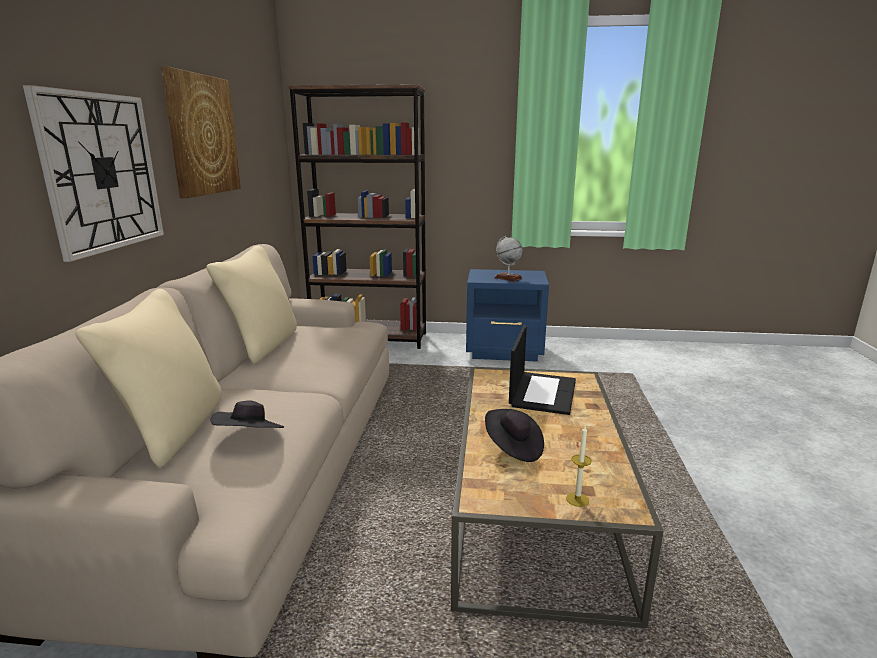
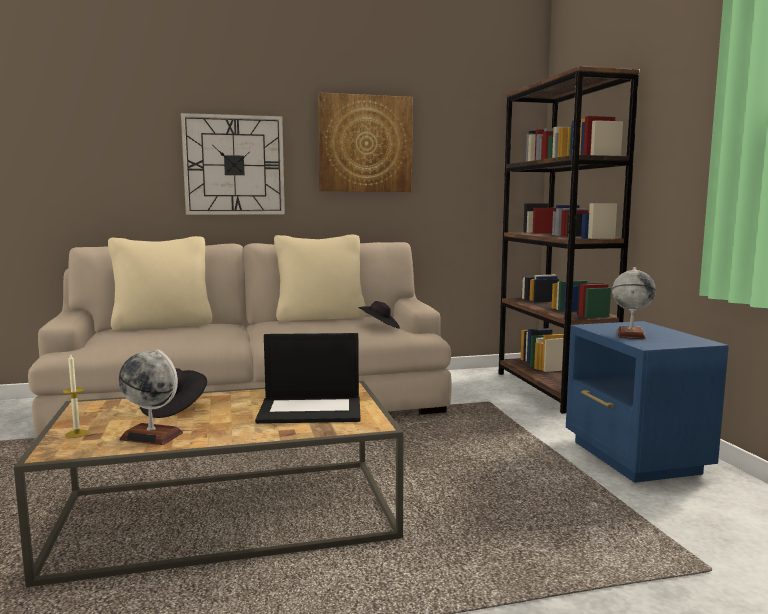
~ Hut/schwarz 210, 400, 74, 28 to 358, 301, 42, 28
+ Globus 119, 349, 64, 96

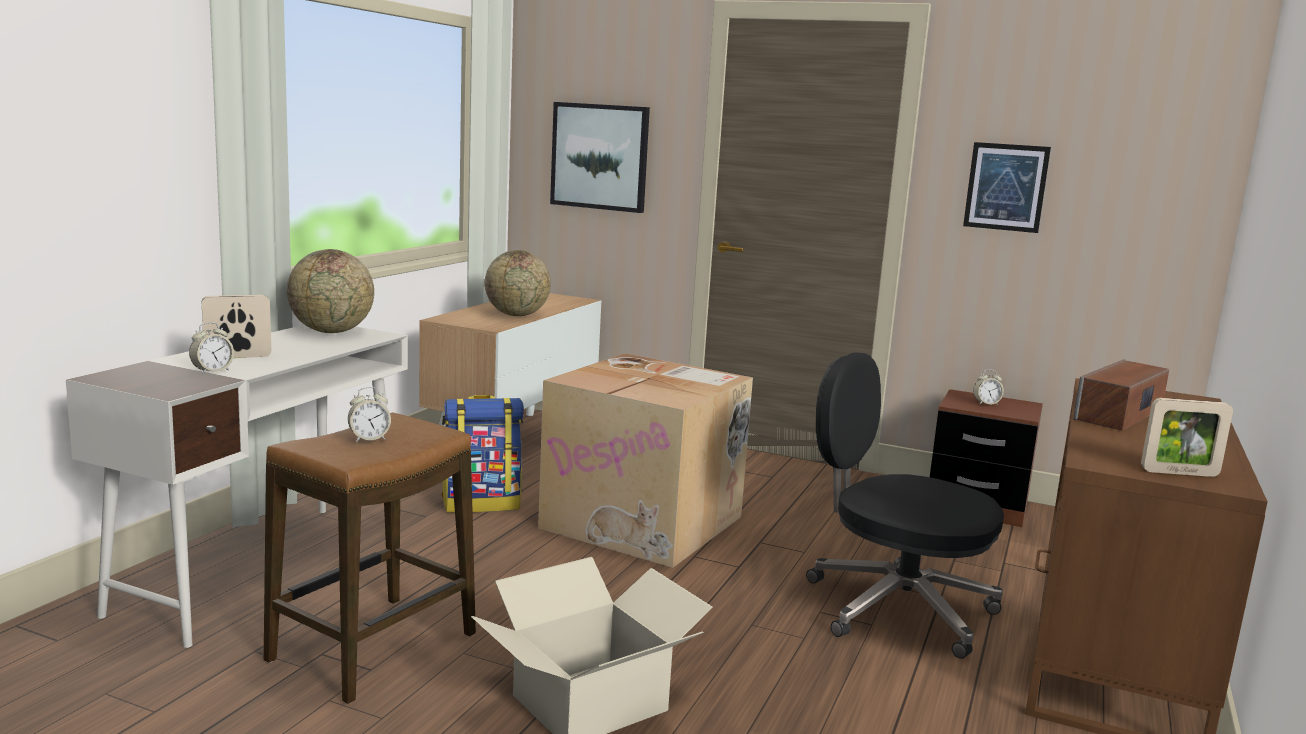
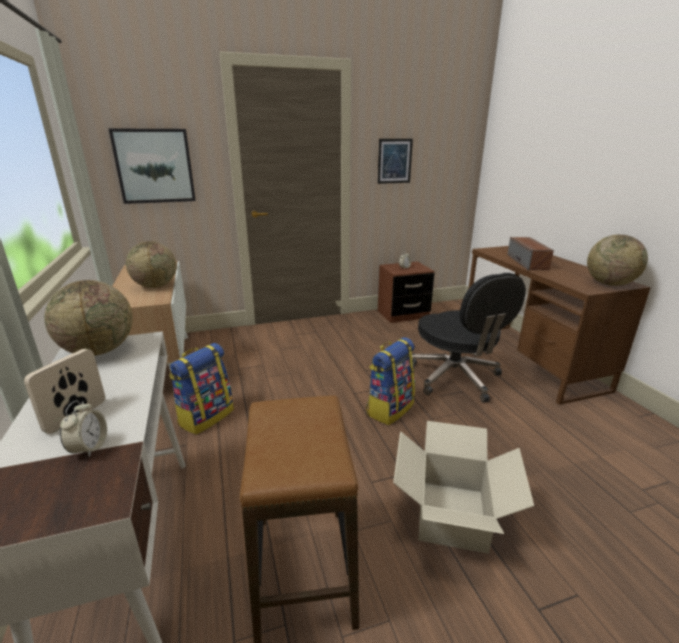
- Wecker 348, 387, 43, 55
- Karton 538, 353, 215, 215
~ Bürostuhl/schwarz 806, 353, 198, 306 = 412, 273, 114, 129 105 degrees counterclockwise
~ Bilderrahmen 1141, 398, 92, 79 to Globus 587, 234, 61, 52
+ Rucksack 366, 337, 49, 88

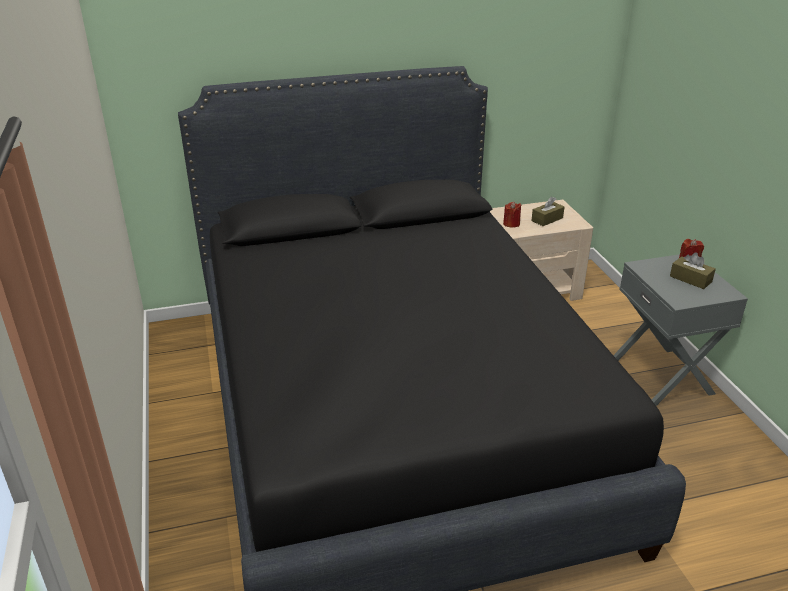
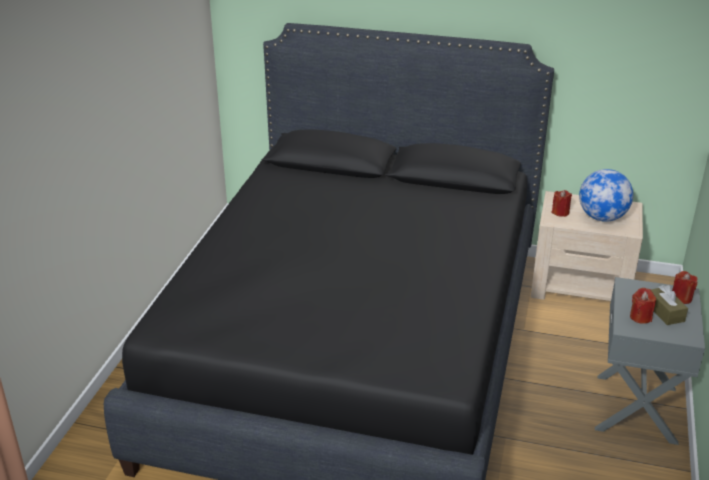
~ Taschentuchbox/braun 531, 197, 33, 29 to Globus 579, 169, 54, 53
+ Kerze/rot 630, 288, 26, 36

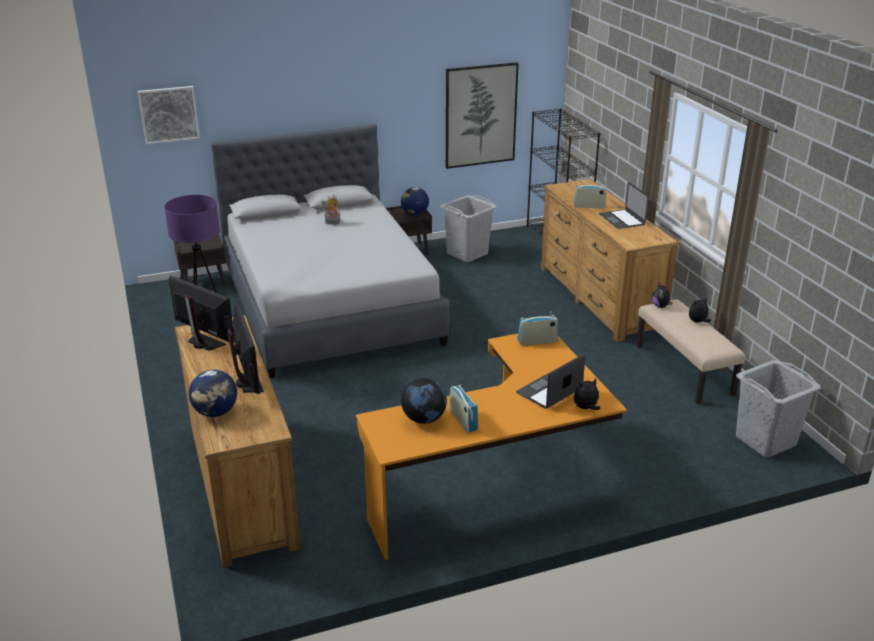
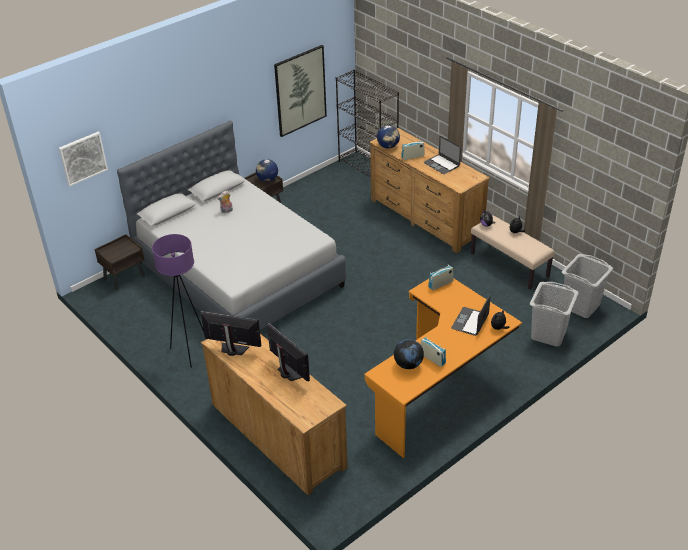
~ Globus 189, 370, 48, 47 to 377, 125, 23, 23
~ Wäschekorb/grau 440, 195, 57, 67 to 530, 282, 49, 65

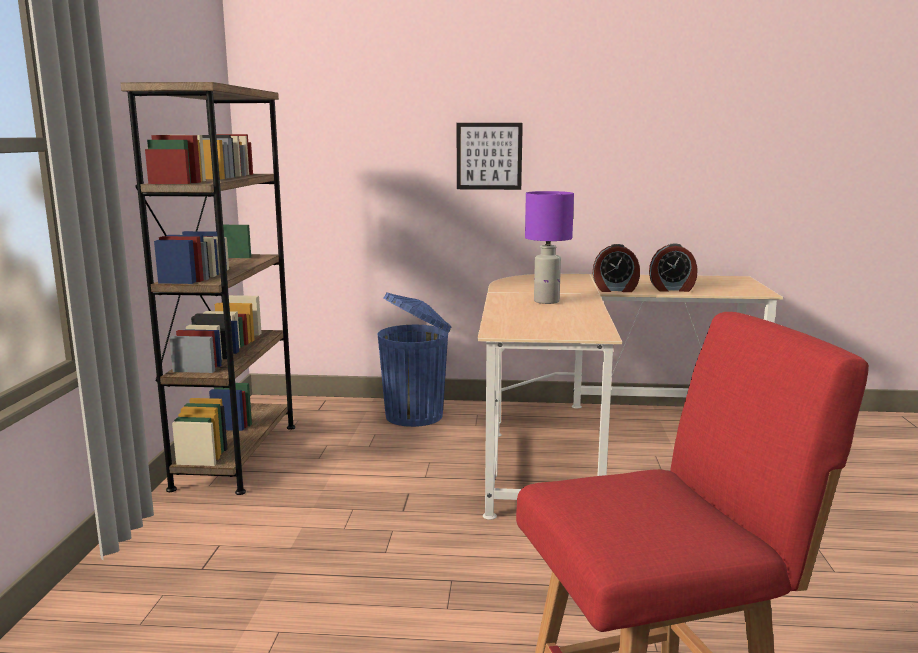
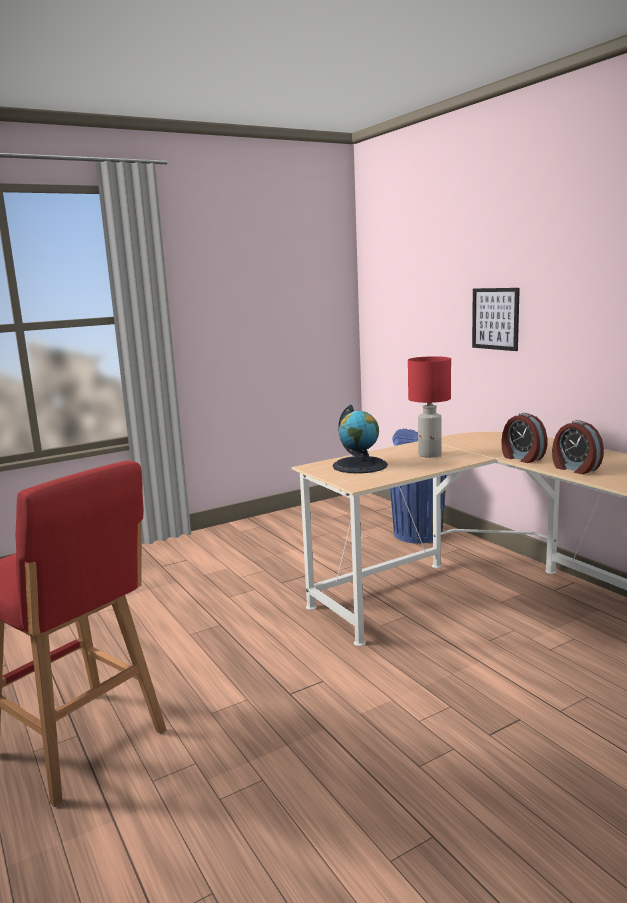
- Bücherregal/braun 121, 82, 174, 413
~ Tischlampe/lila 525, 191, 49, 113 to Tischlampe/rot 408, 356, 43, 102
+ Globus 333, 405, 55, 69

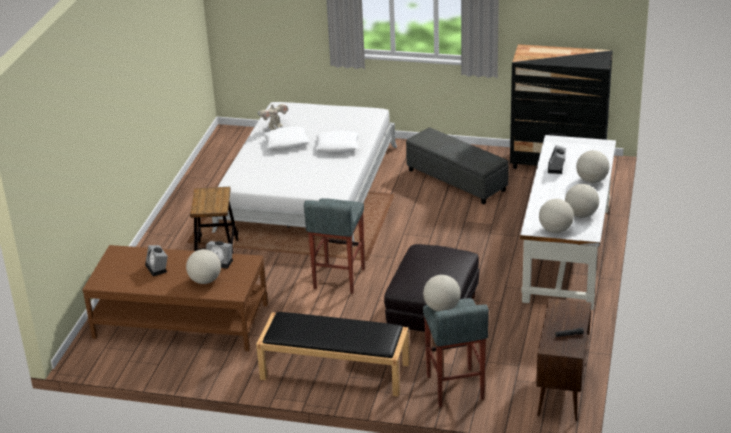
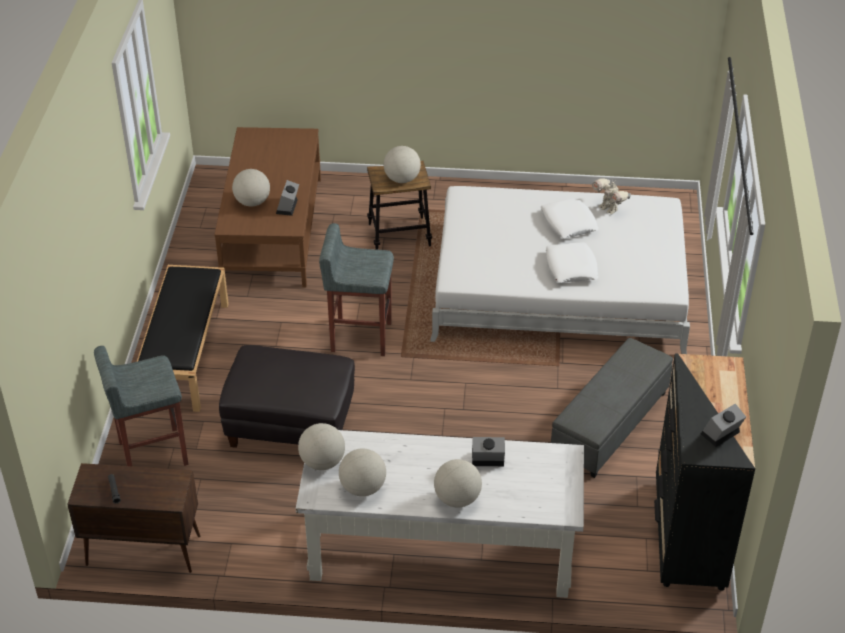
~ Wecker 145, 245, 23, 31 to 701, 404, 45, 43
~ Globus 423, 275, 38, 37 to 383, 146, 38, 37

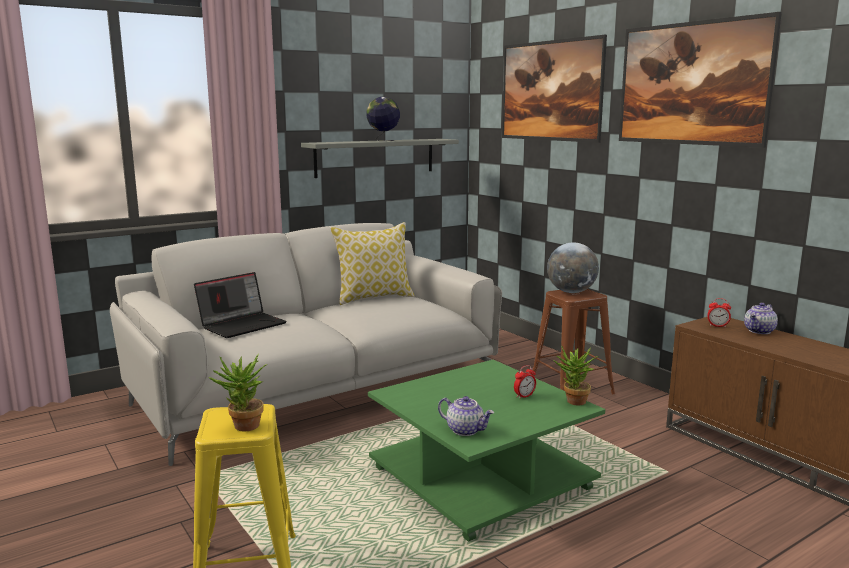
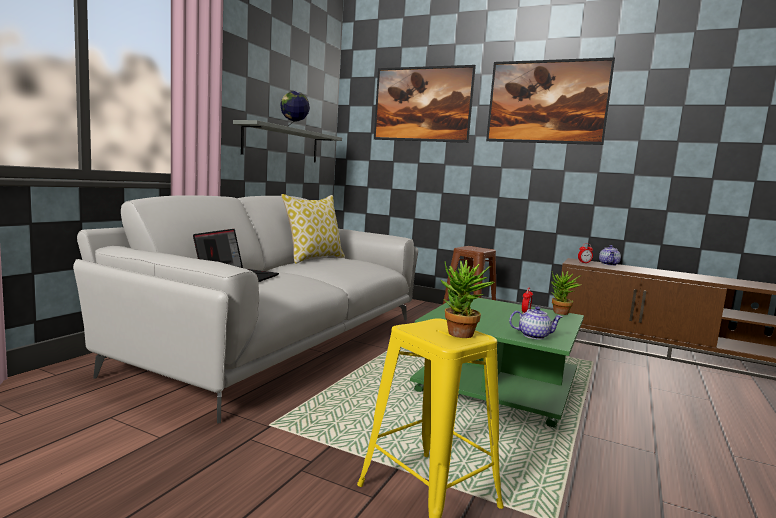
- Globus 547, 242, 52, 51

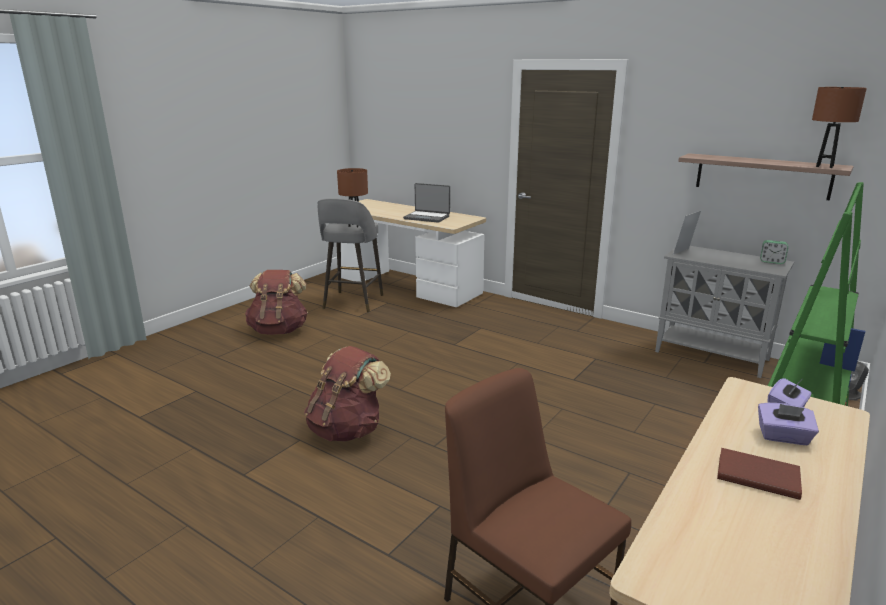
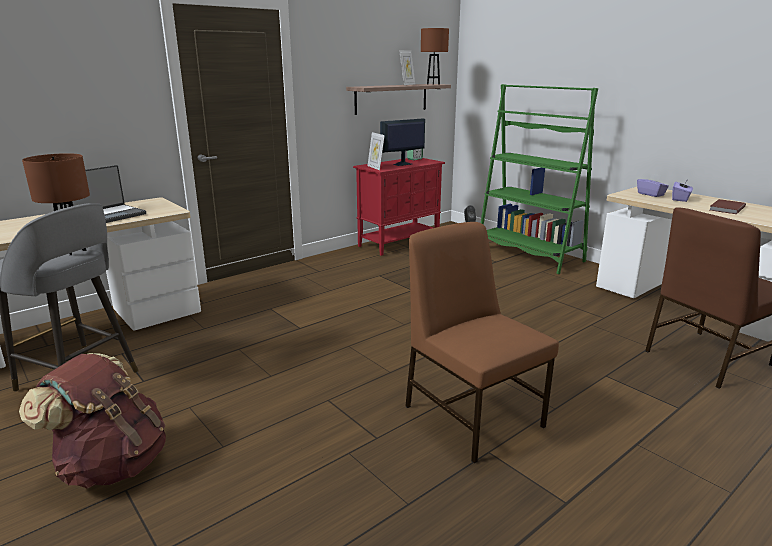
~ Rucksack/braun 304, 346, 87, 95 to Stuhl/braun 406, 222, 153, 241
~ Schrank/grau 655, 246, 139, 132 to Schrank/rot 353, 158, 92, 98
+ Monitor 380, 119, 45, 47
+ Bilderrahmen 399, 50, 16, 35

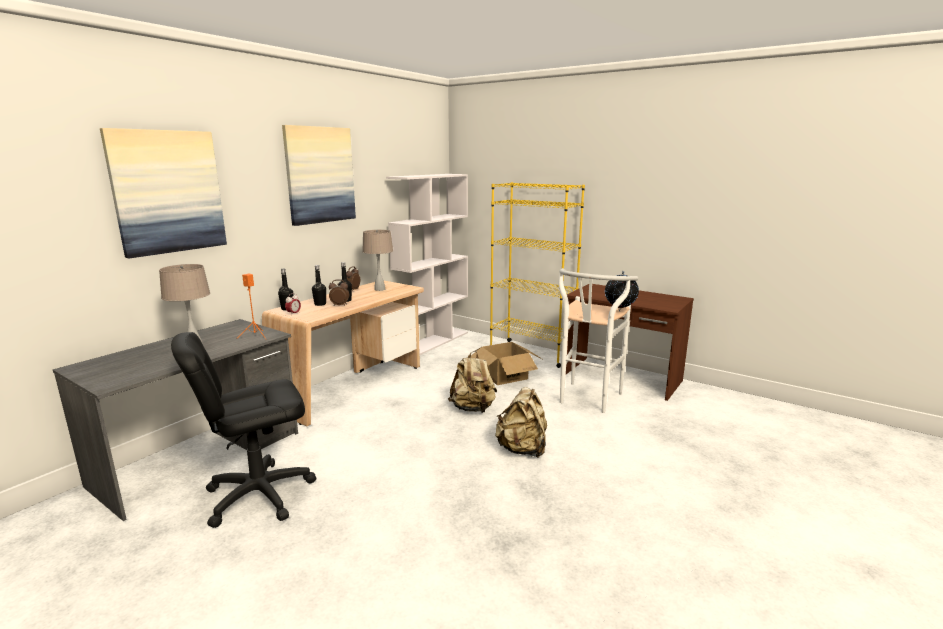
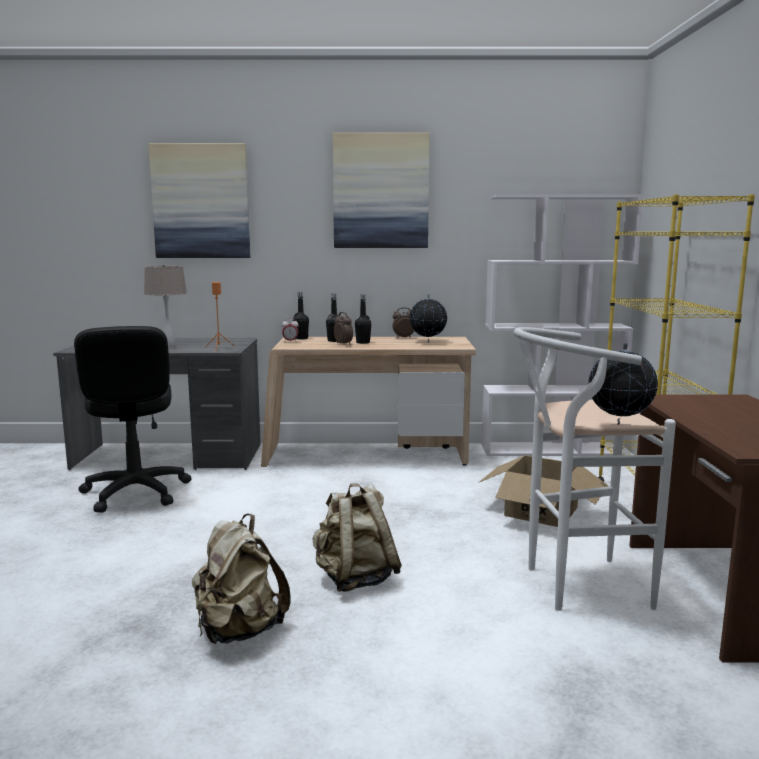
~ Bürostuhl/schwarz 171, 332, 145, 196 = 74, 326, 117, 187 135 degrees counterclockwise
~ Tischlampe/beige 362, 230, 31, 61 to Globus 409, 294, 38, 48
~ Rucksack/beige 448, 351, 49, 62 to 192, 514, 99, 130

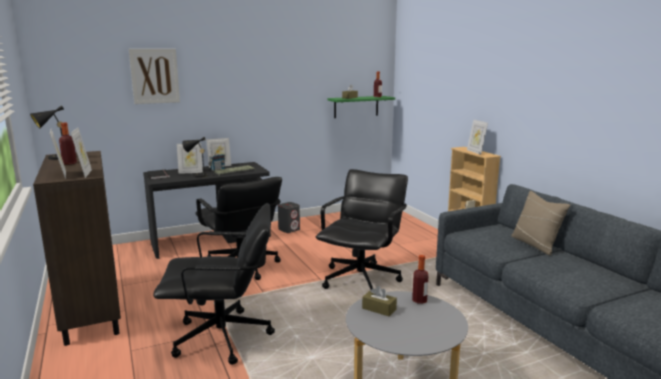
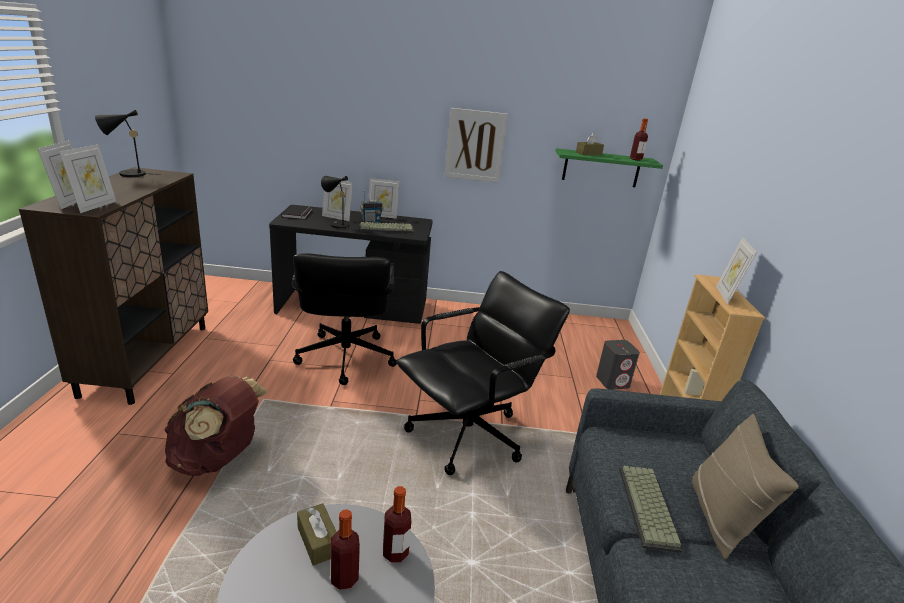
~ Flasche 59, 123, 18, 42 to 331, 509, 29, 81
~ Bild 129, 49, 51, 55 to 445, 108, 63, 75
~ Bürostuhl/schwarz 153, 203, 122, 162 to Rucksack/braun 165, 376, 103, 100
~ Lautsprecher/grau 278, 202, 22, 31 to 596, 340, 44, 50
+ Tastatur 619, 466, 64, 87

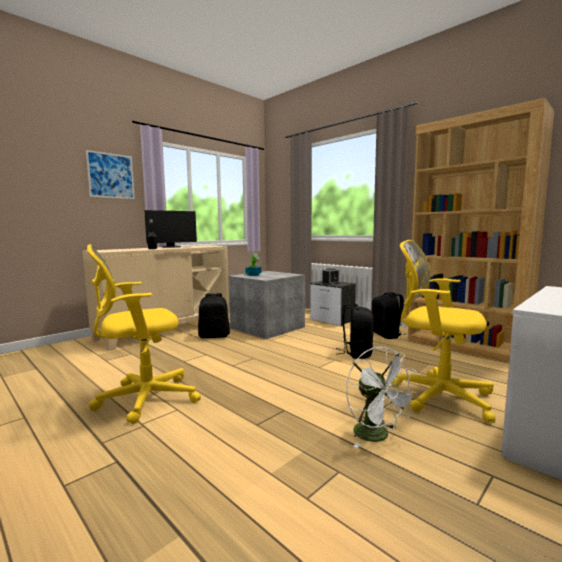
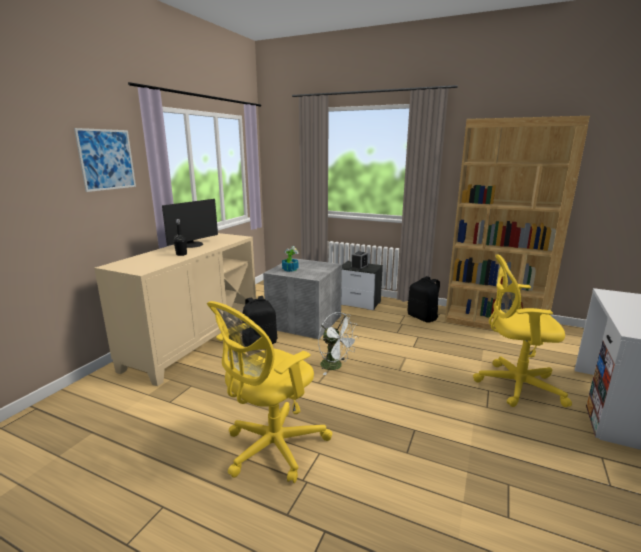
- Rucksack/schwarz 336, 303, 38, 56
~ Ventilator/weiß 346, 347, 72, 101 to 318, 312, 40, 63

